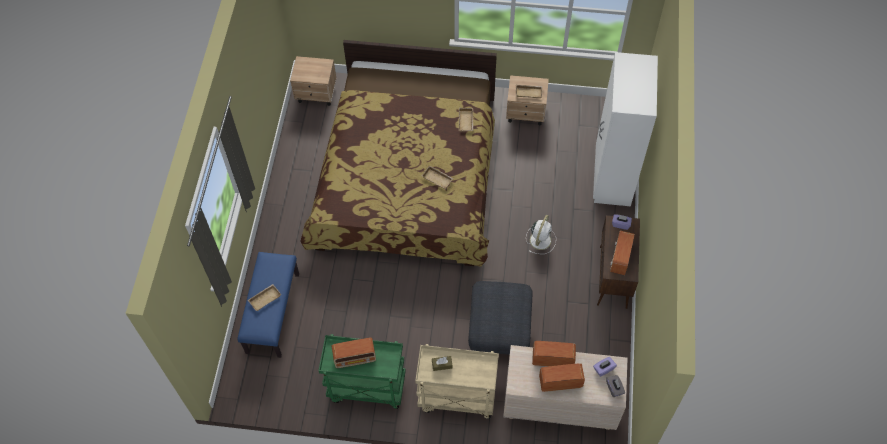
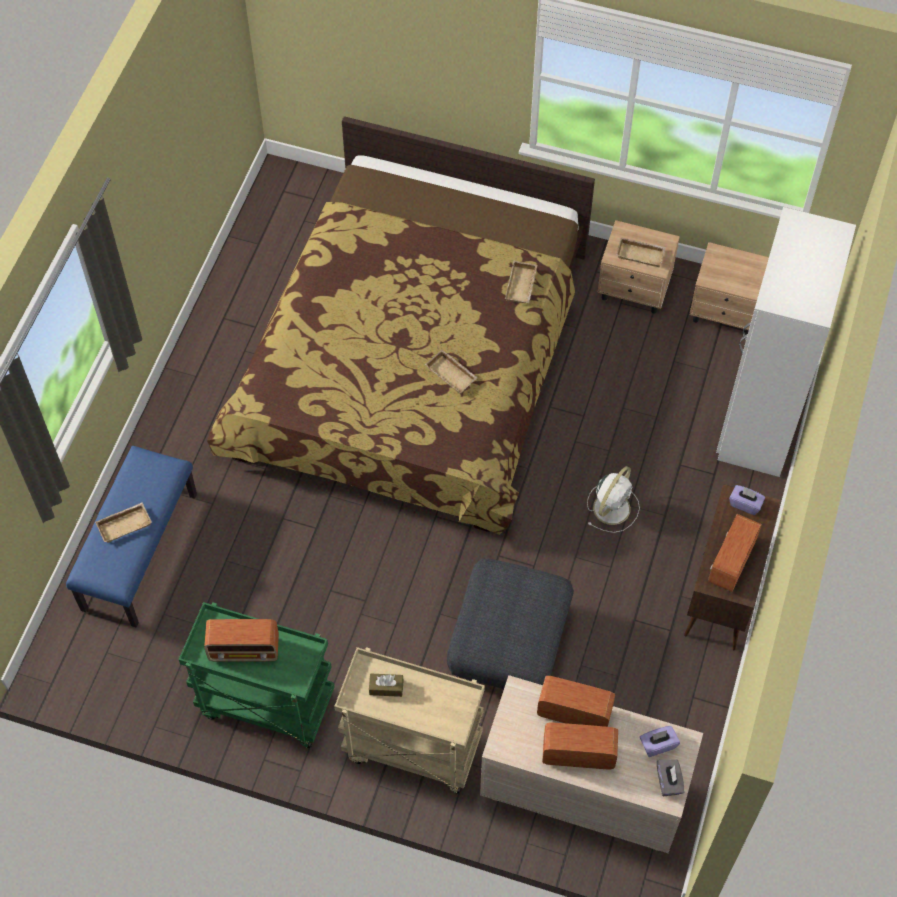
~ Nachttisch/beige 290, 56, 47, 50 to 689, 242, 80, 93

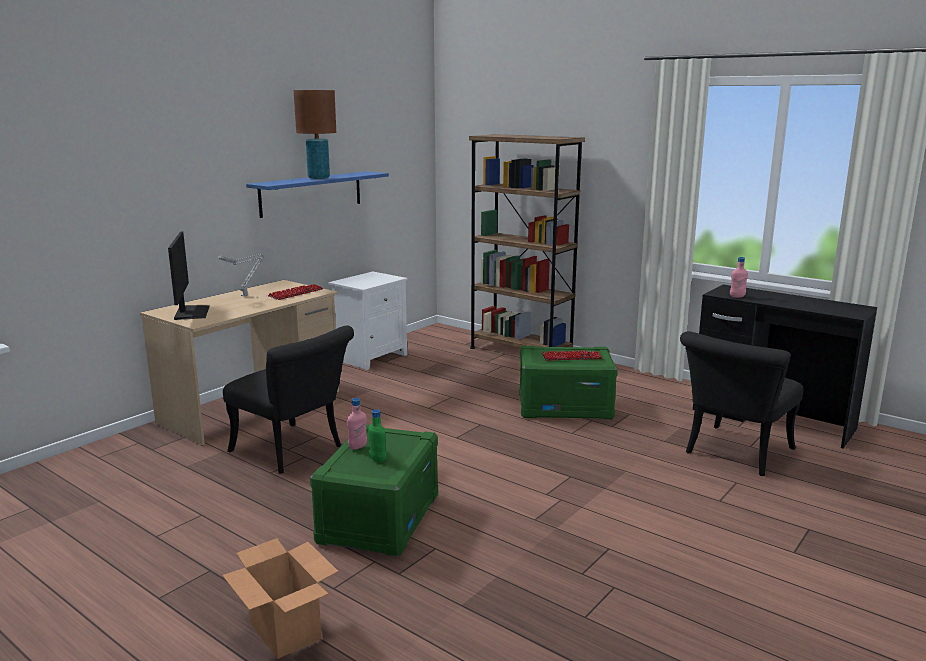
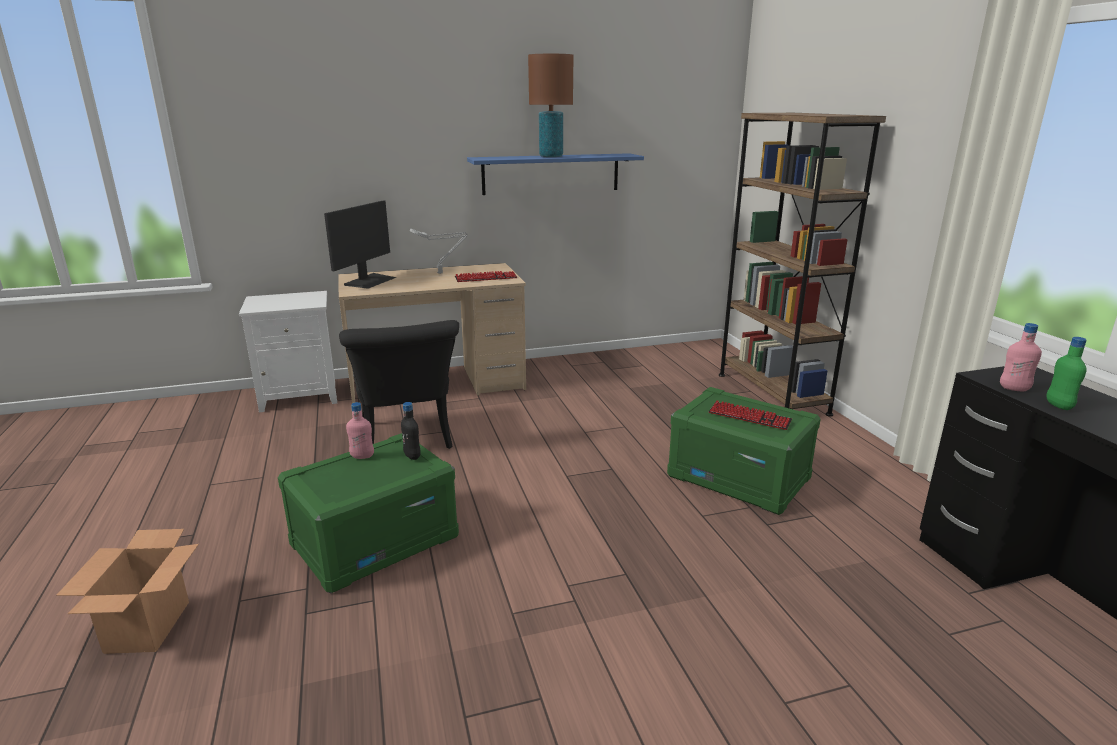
~ Nachttisch/weiß 328, 272, 80, 99 to 239, 291, 98, 121
~ Flasche/grün 368, 409, 18, 54 to 1046, 337, 41, 73
- Stuhl/schwarz 680, 332, 123, 144
+ Flasche/schwarz 401, 402, 20, 58

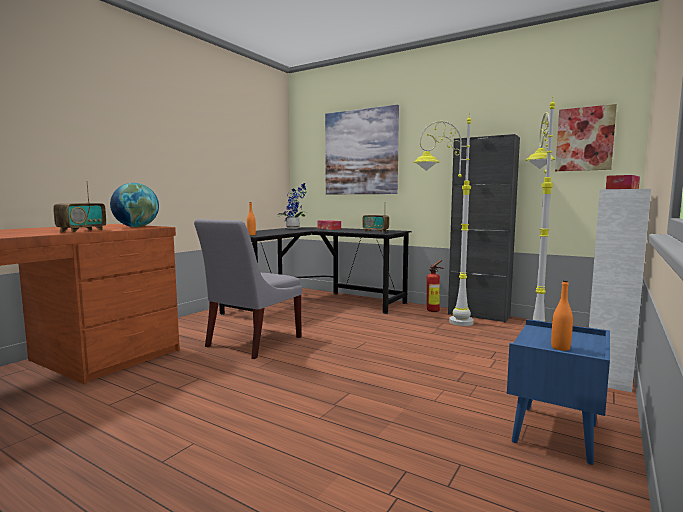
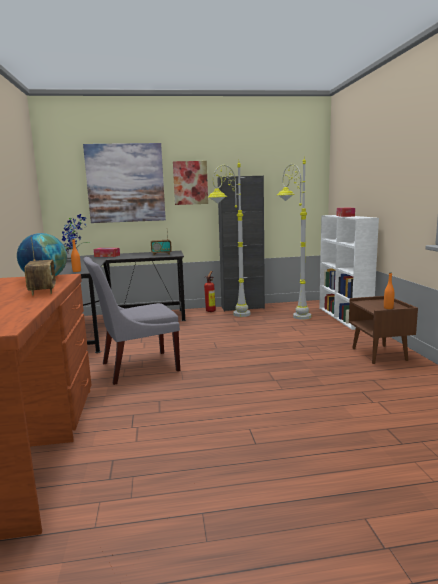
~ Stuhl/grau 194, 219, 108, 140 = 83, 257, 97, 128 75 degrees clockwise
~ Nachttisch/blau 507, 319, 103, 146 to Nachttisch/braun 349, 296, 69, 68
~ Bild 555, 104, 62, 67 to 173, 161, 35, 44

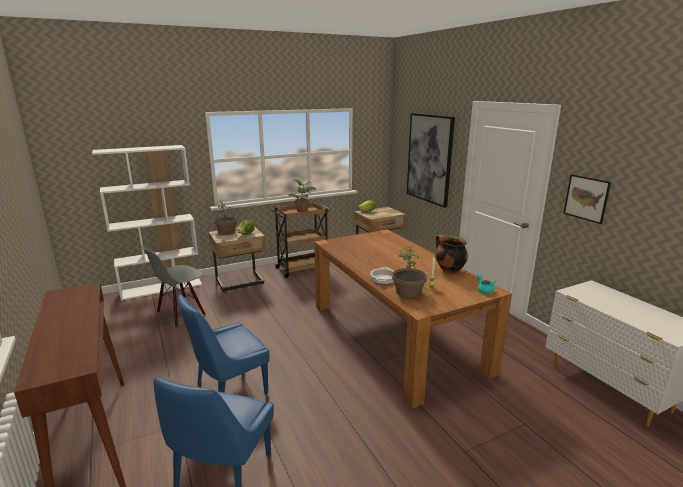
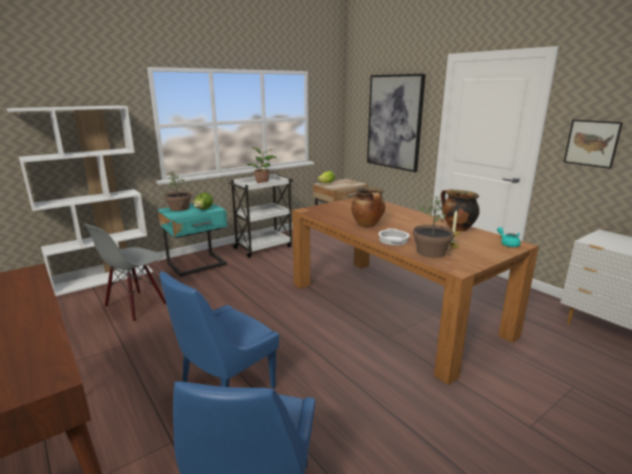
~ Nachttisch/beige 209, 227, 56, 65 to Nachttisch/türkis 158, 203, 69, 74
~ Rollwagen/braun 271, 202, 59, 76 to Rollwagen/weiß 228, 174, 65, 84
+ Kochtopf 351, 187, 34, 40

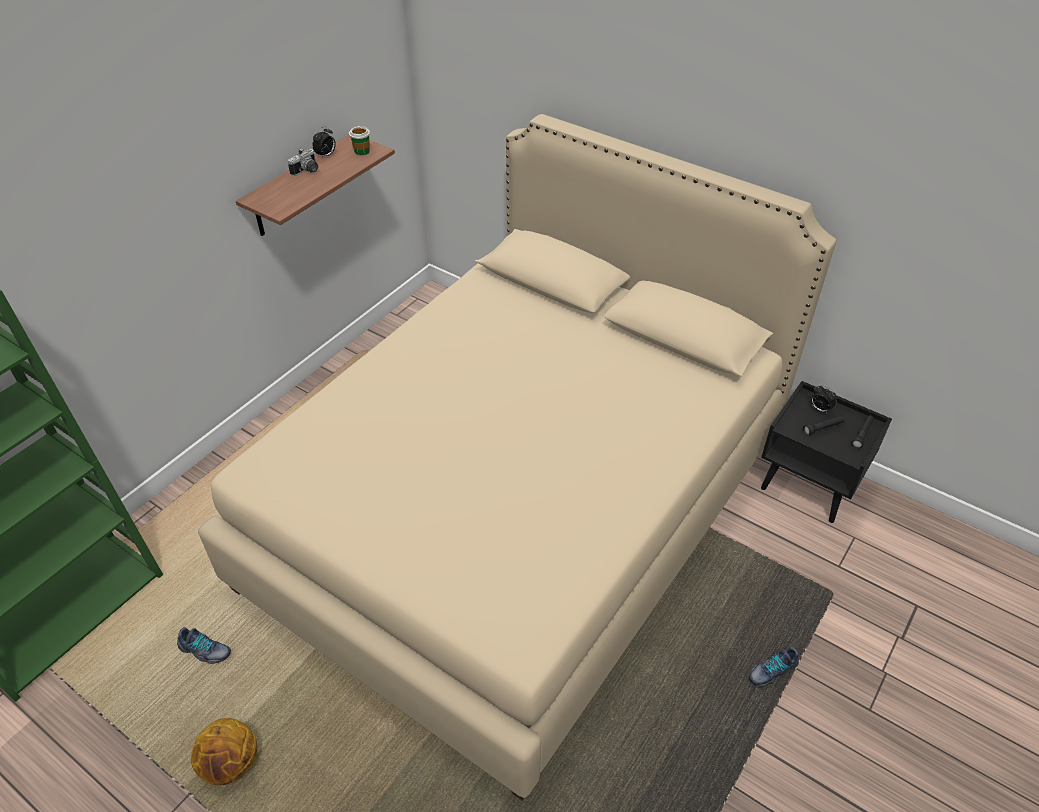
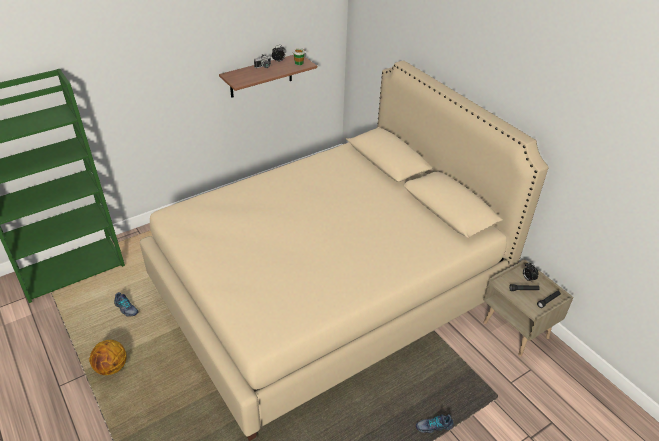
~ Nachttisch/schwarz 761, 381, 131, 142 to Nachttisch/beige 483, 259, 91, 98

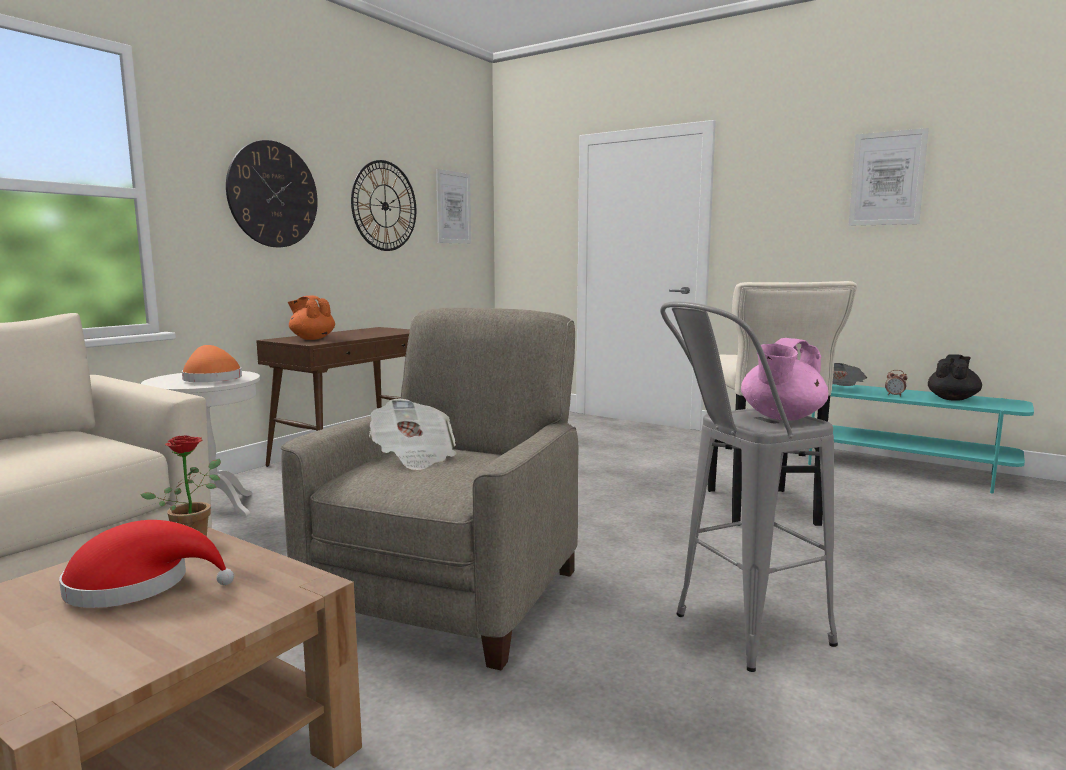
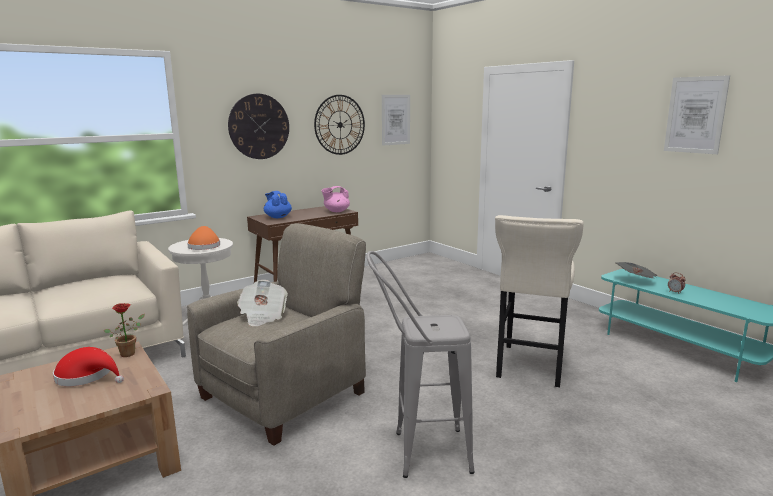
~ Teekanne/orange 288, 295, 47, 45 to Teekanne/blau 264, 191, 28, 27
~ Teekanne/rosa 741, 338, 87, 82 to 322, 186, 28, 26
- Teekanne/schwarz 928, 354, 54, 47

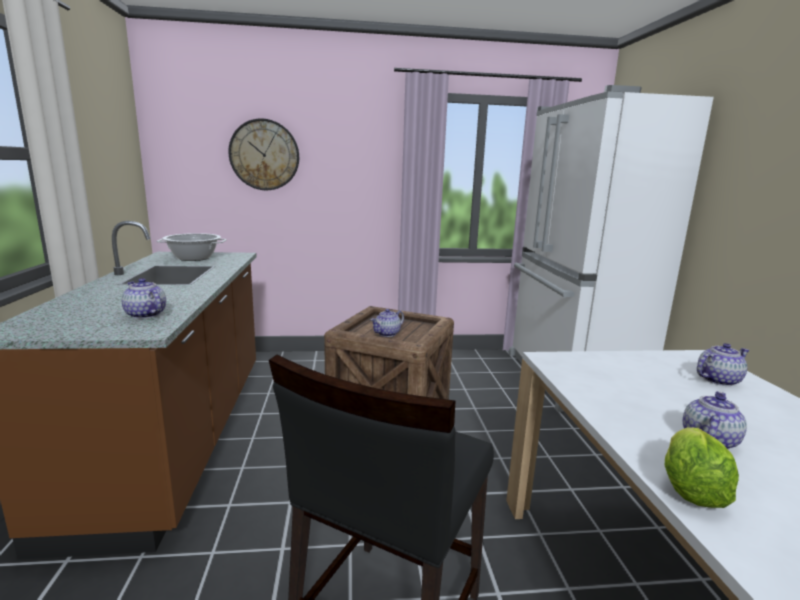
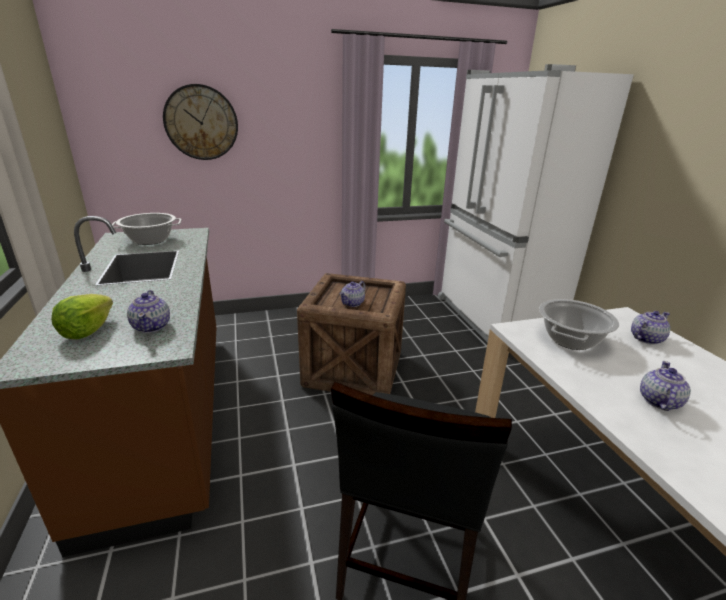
~ Teekanne 122, 278, 44, 41 = 127, 290, 43, 43 135 degrees counterclockwise
~ Salatkopf 665, 427, 74, 81 to 51, 294, 62, 45
+ Kochtopf 539, 299, 80, 51

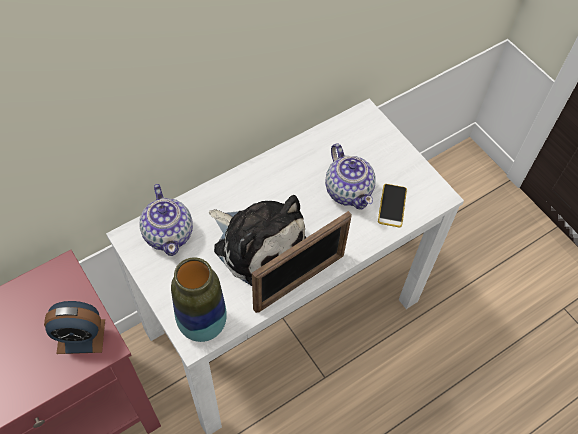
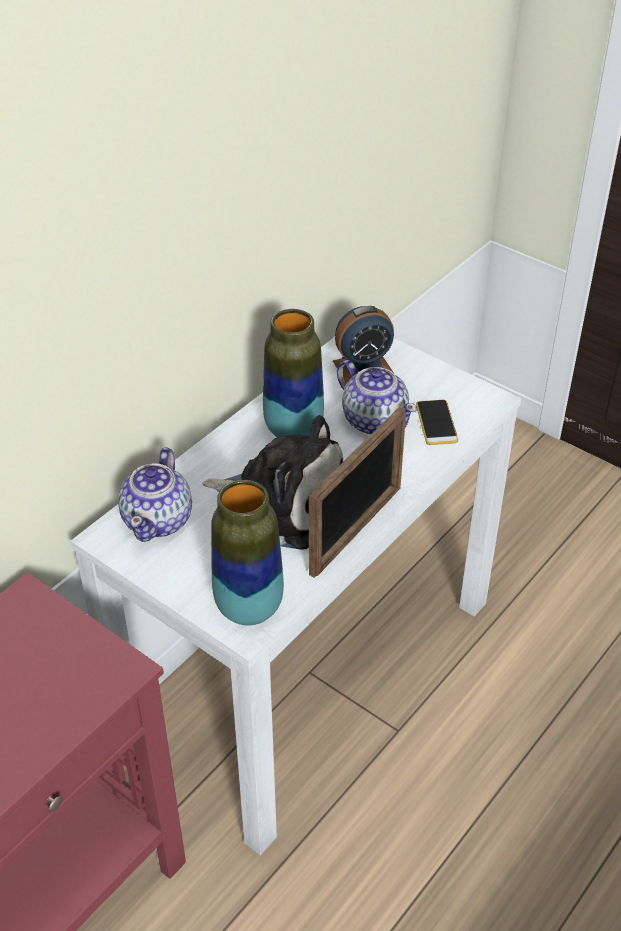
~ Wecker 44, 301, 61, 53 to 333, 306, 61, 77
~ Teekanne 139, 184, 54, 72 = 118, 447, 74, 95 45 degrees clockwise
+ Vase 263, 309, 61, 128

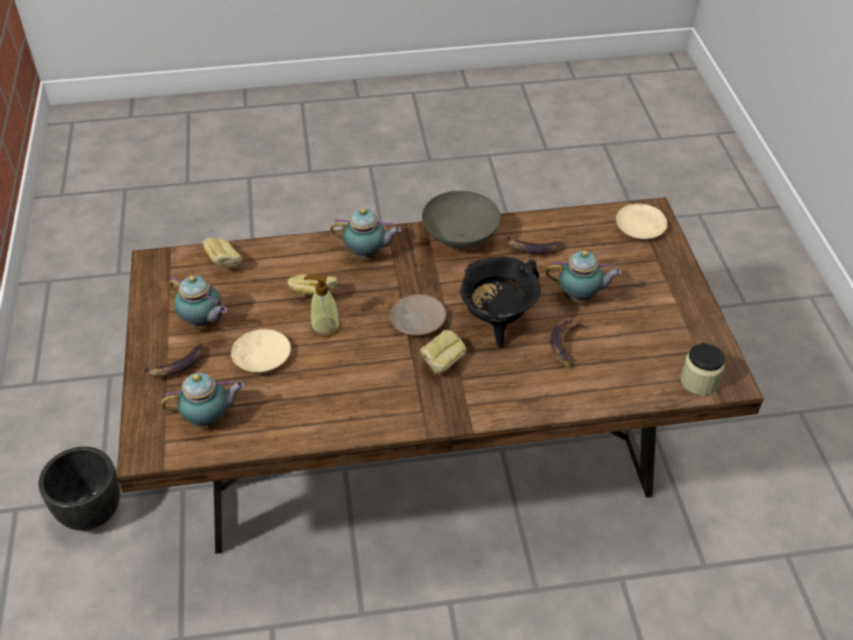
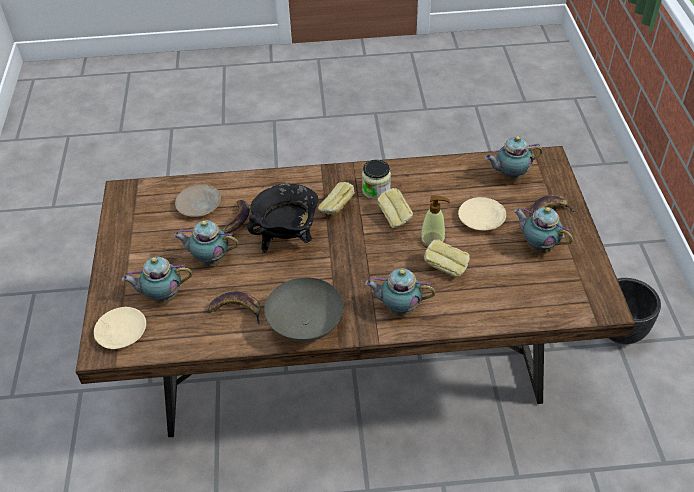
~ Brot 203, 238, 39, 31 to 377, 188, 36, 40
~ Teller/beige 390, 294, 56, 41 to 175, 184, 46, 33
~ Vorratsglas 681, 343, 44, 52 to 362, 160, 29, 40
+ Teekanne 122, 257, 70, 46

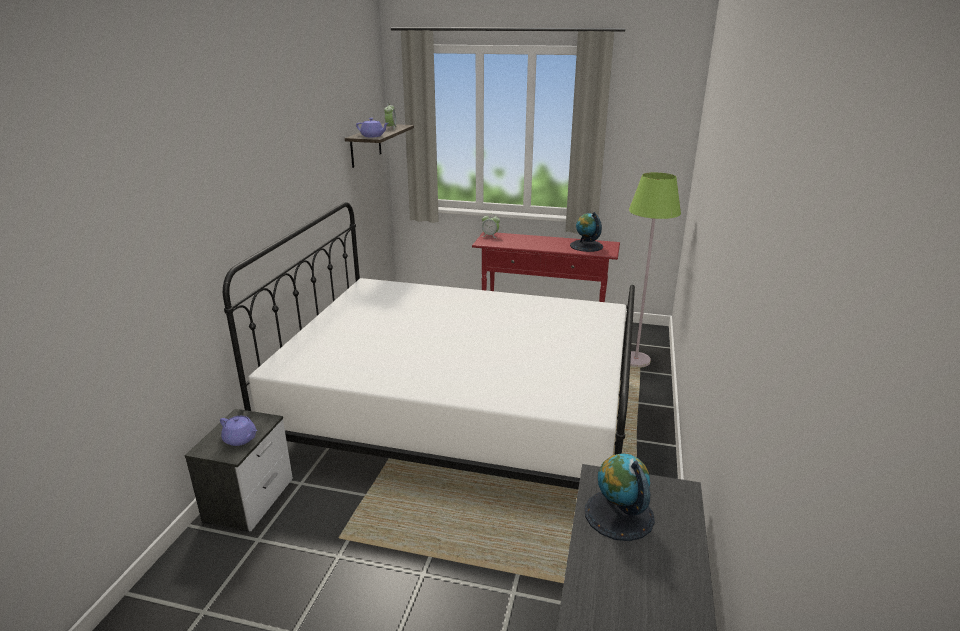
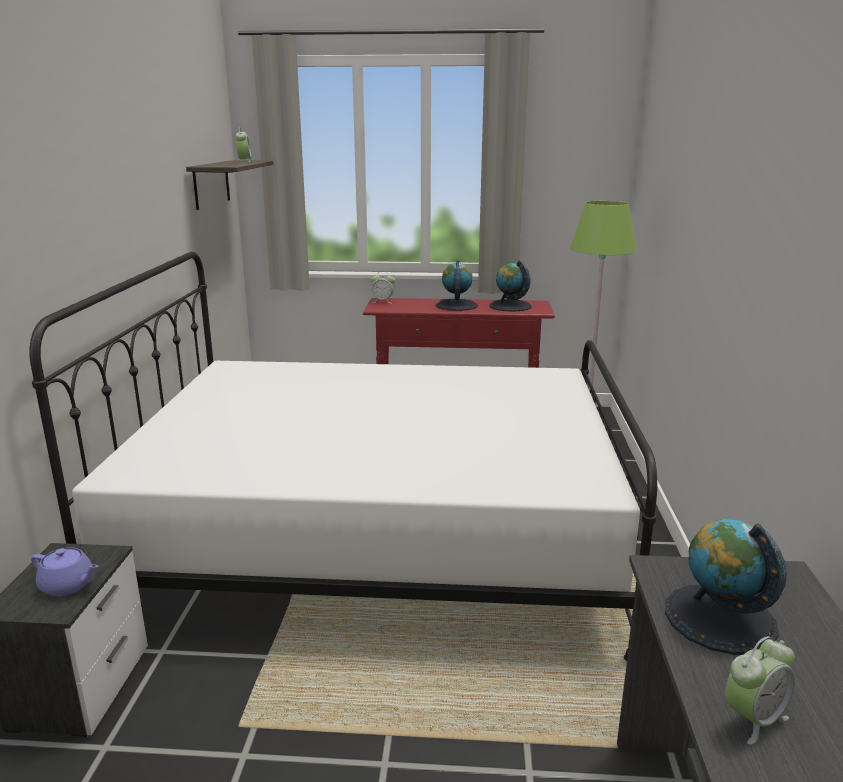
- Teekanne/lila 356, 118, 32, 19
+ Globus 436, 260, 42, 51
+ Wecker 725, 636, 70, 109

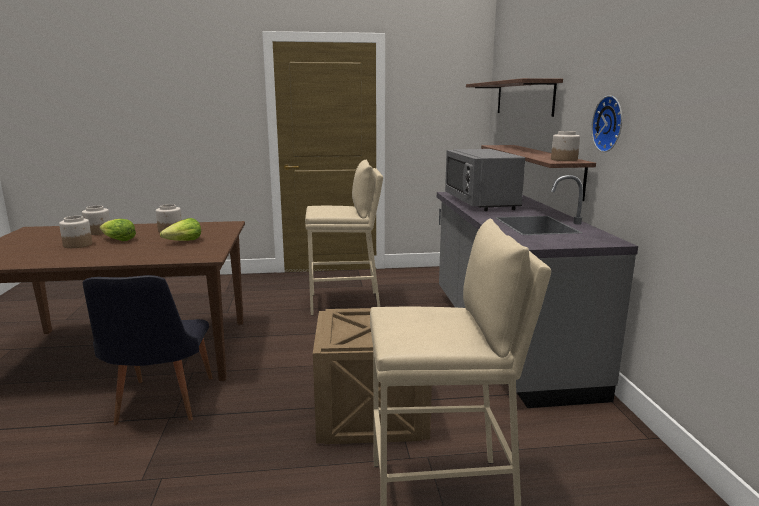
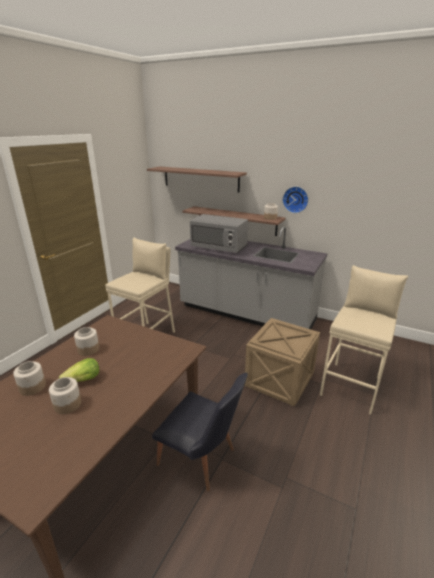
- Salatkopf 160, 218, 41, 23

